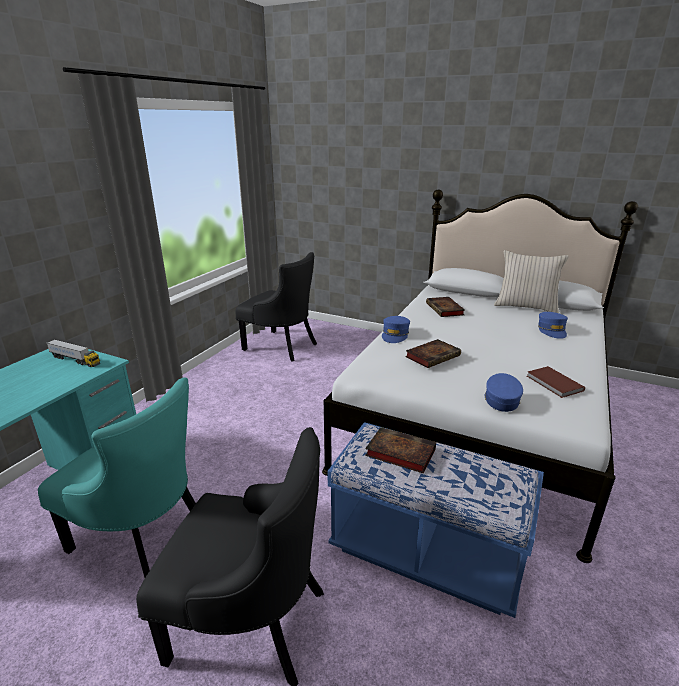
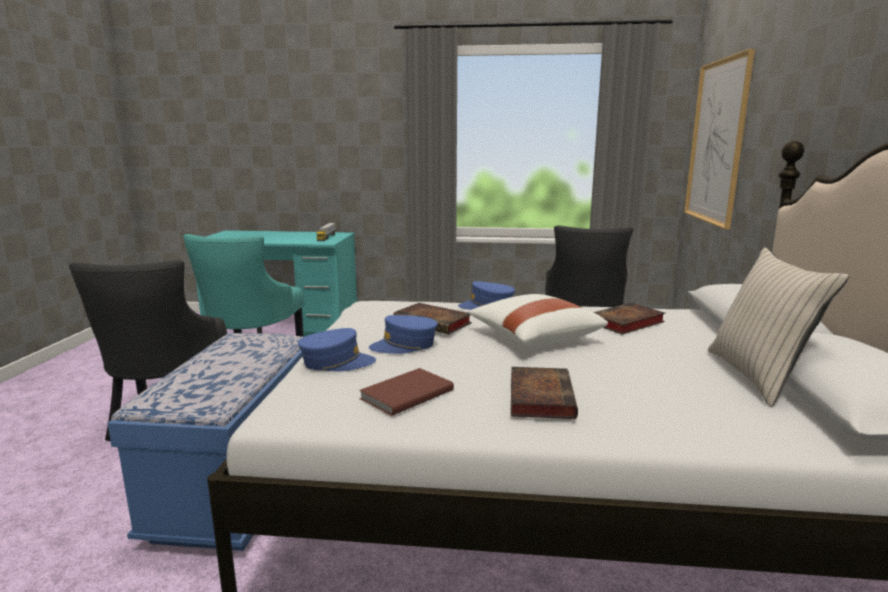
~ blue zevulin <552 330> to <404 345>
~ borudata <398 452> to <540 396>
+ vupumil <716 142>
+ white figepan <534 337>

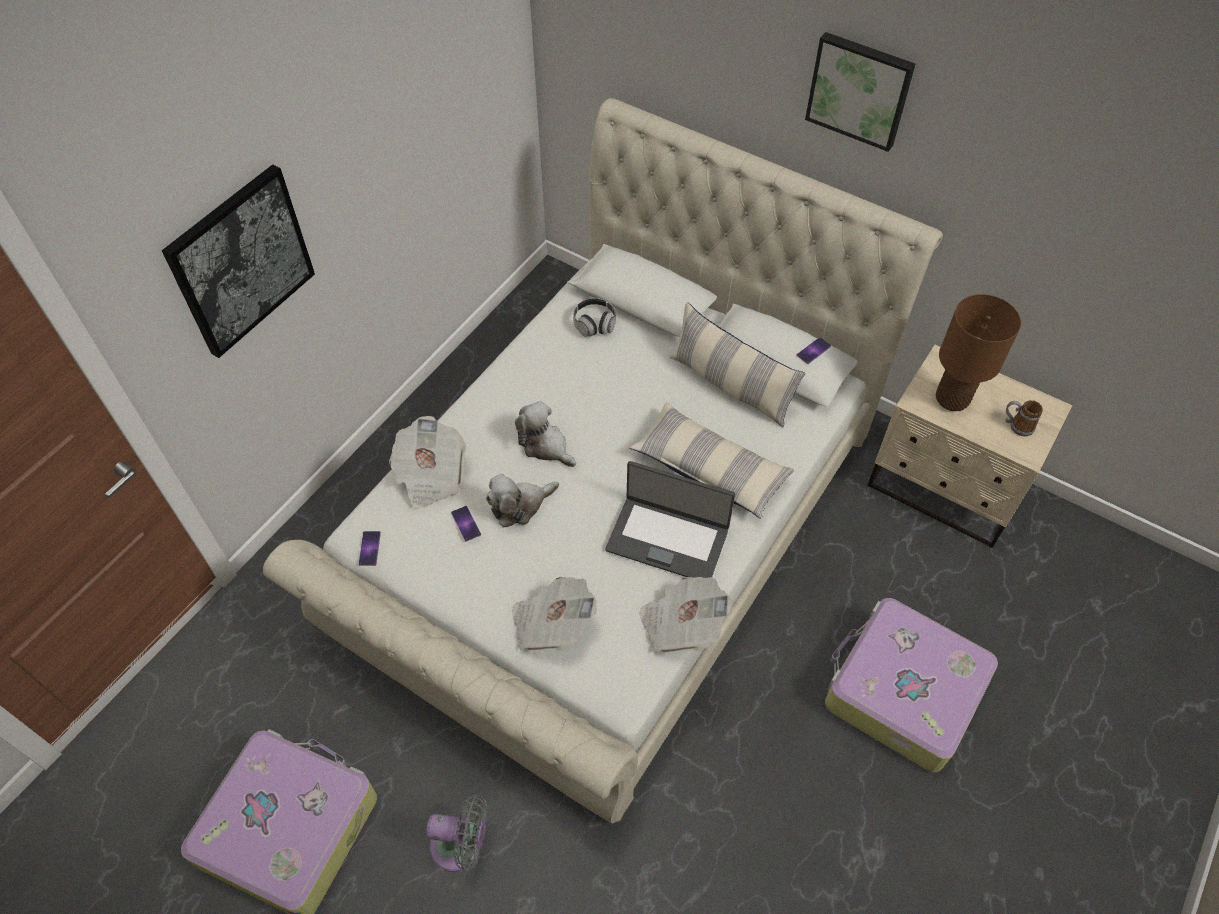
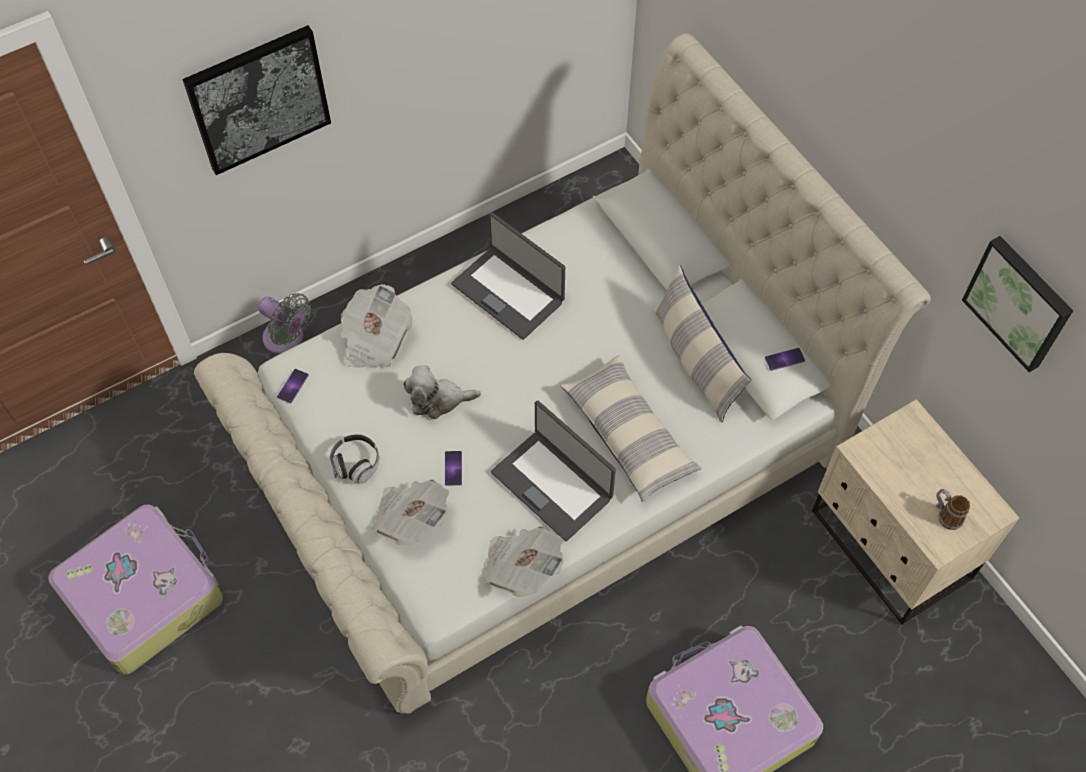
~ vupumil <860 90> to <1019 302>
- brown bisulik <950 401>
~ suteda <594 324> to <356 464>
- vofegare <545 445>
~ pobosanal <466 523> to <453 468>
~ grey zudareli <461 846> to <287 339>
+ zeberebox <509 292>

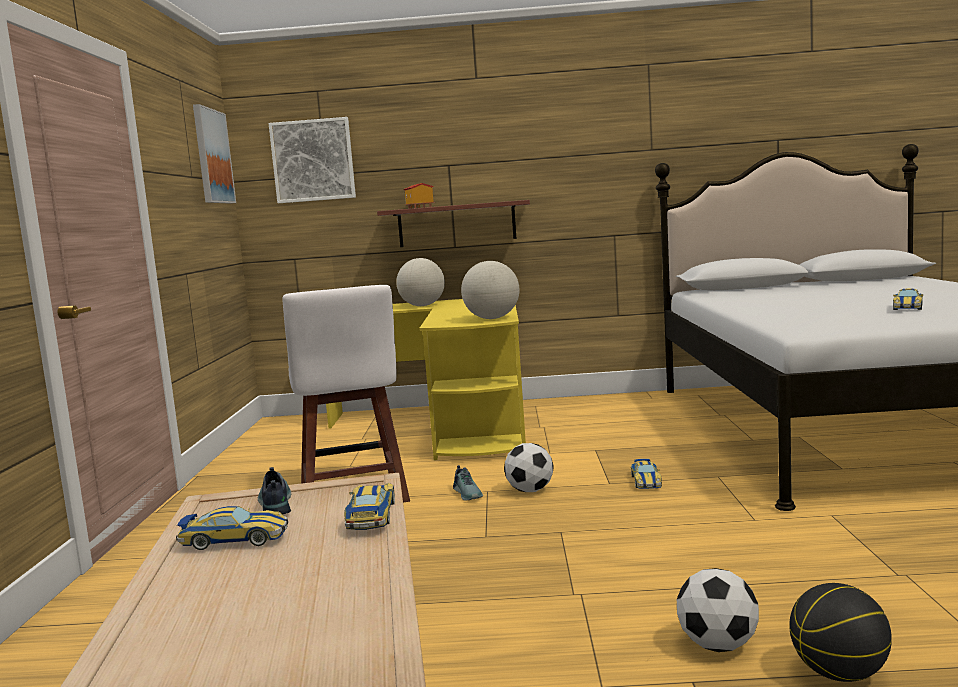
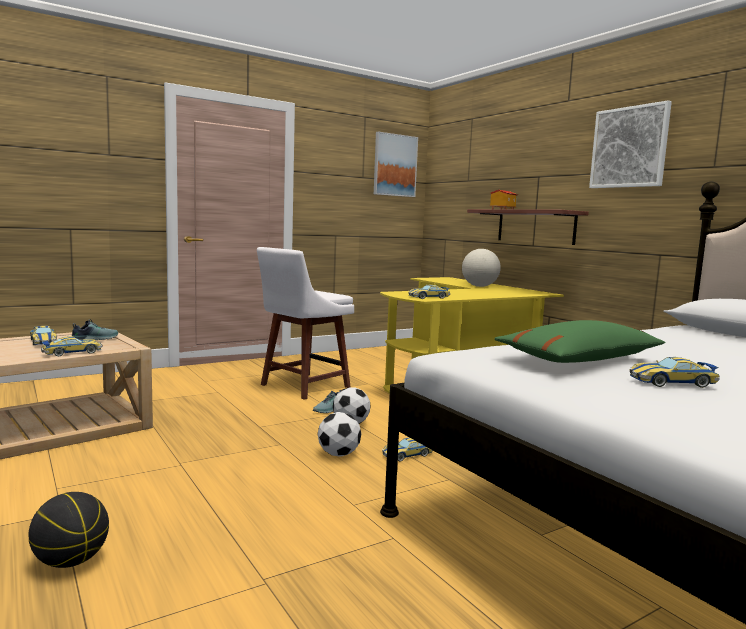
~ vupumil <313 160> to <629 147>
~ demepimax <492 318> to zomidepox <428 297>
~ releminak <718 645> to <338 454>
+ green figepan <580 359>

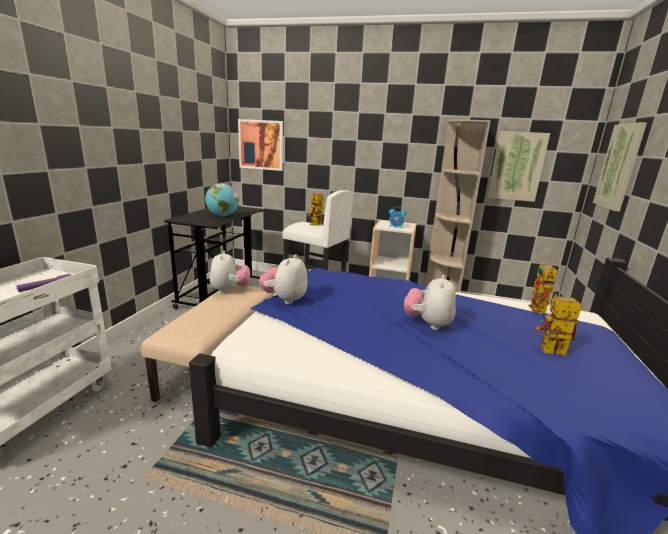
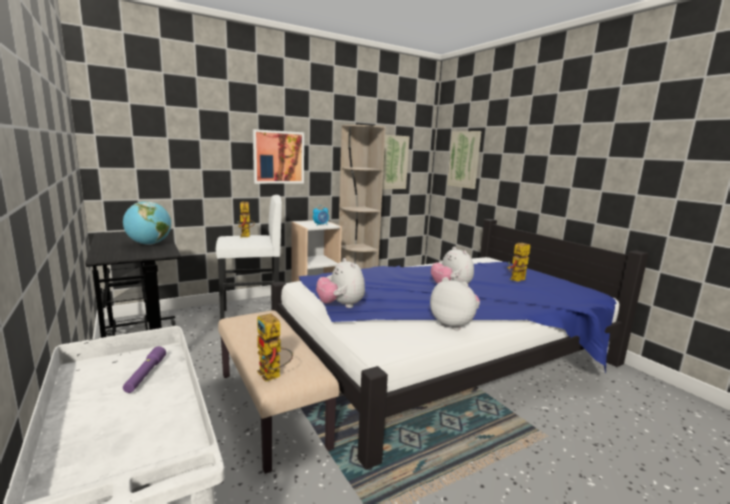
~ vupumil <261 145> to <278 157>
~ vofegare <230 290> to <453 324>
~ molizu <540 311> to <273 376>

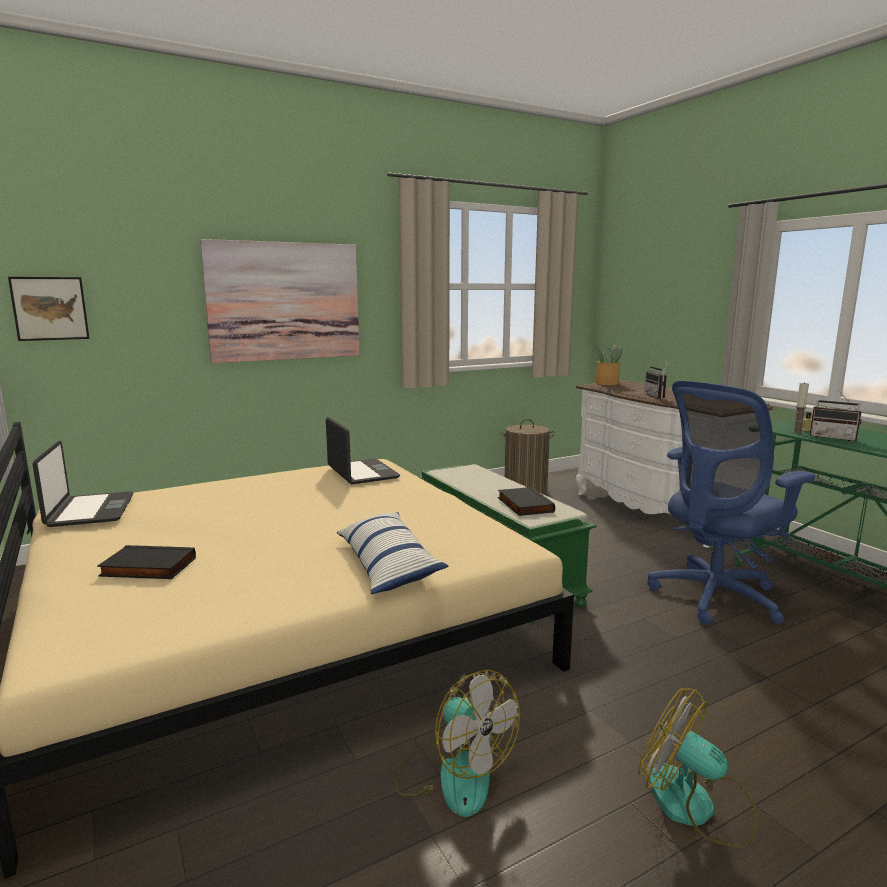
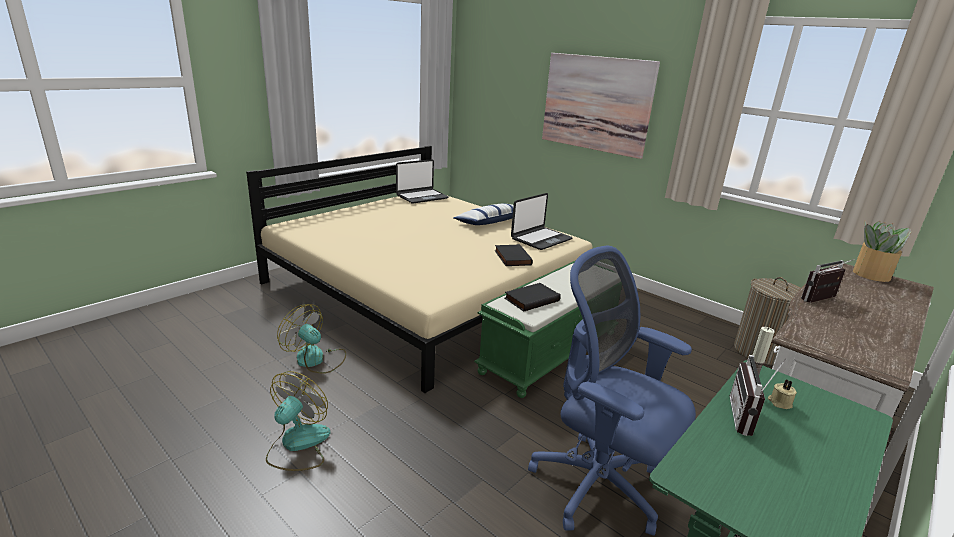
- vupumil <50 308>
~ figepan <387 565> to <490 222>
~ black borudata <147 568> to <511 258>
~ zudareli <453 774> = <316 360> 90 degrees clockwise

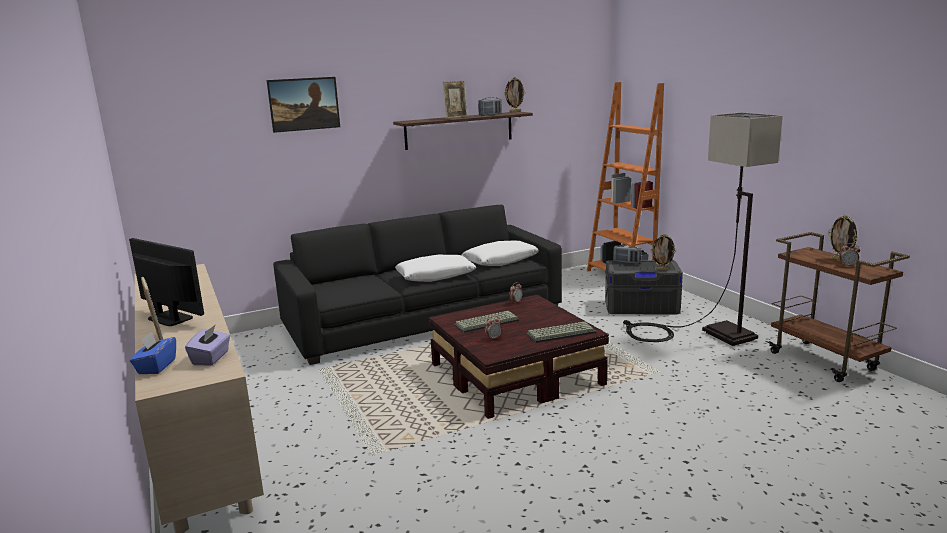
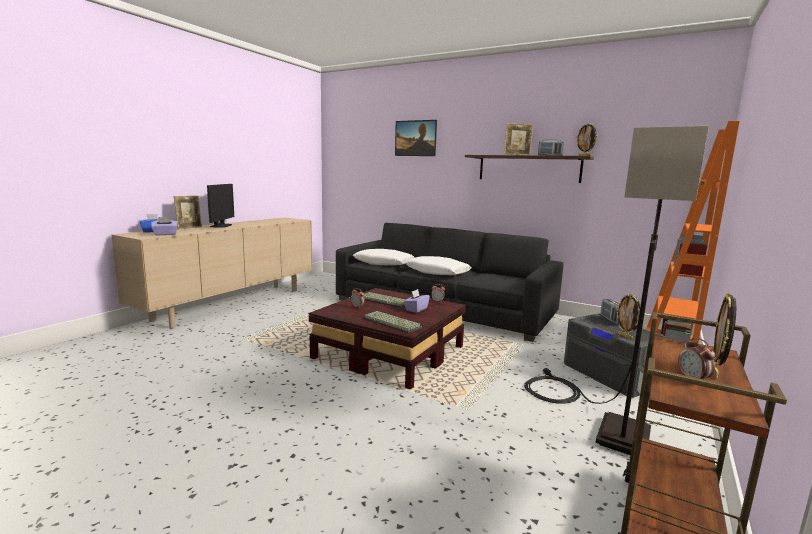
~ white figepan <501 261> to <383 263>
+ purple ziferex <416 309>

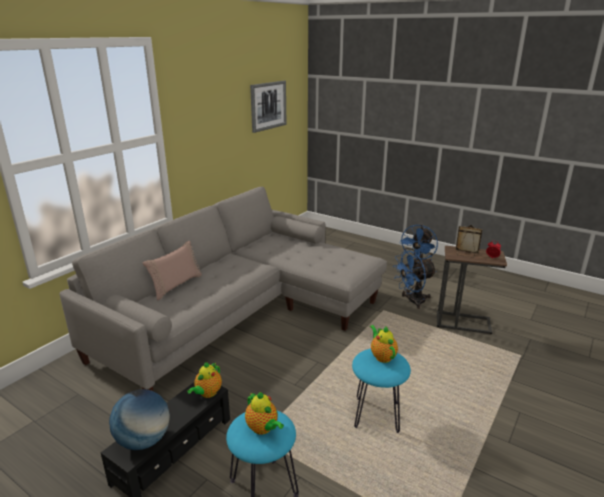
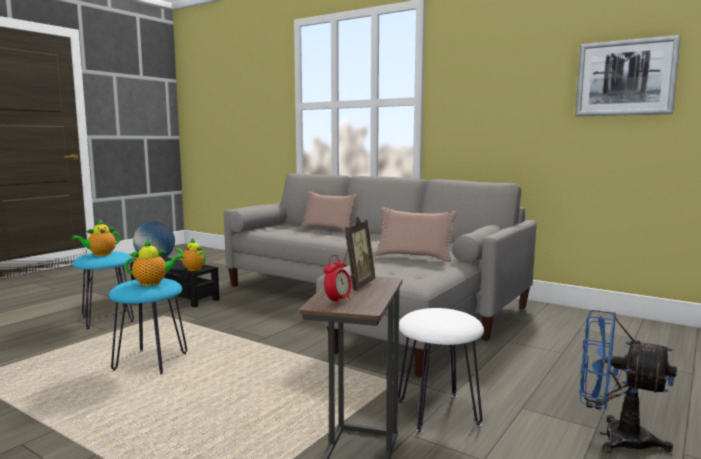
~ blue zudareli <412 301> to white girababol <437 413>
+ beige figepan <414 257>

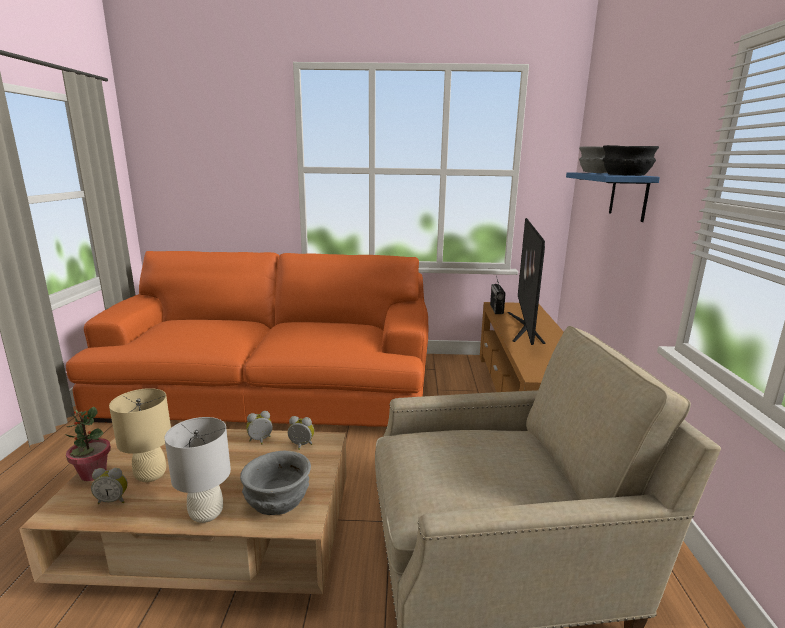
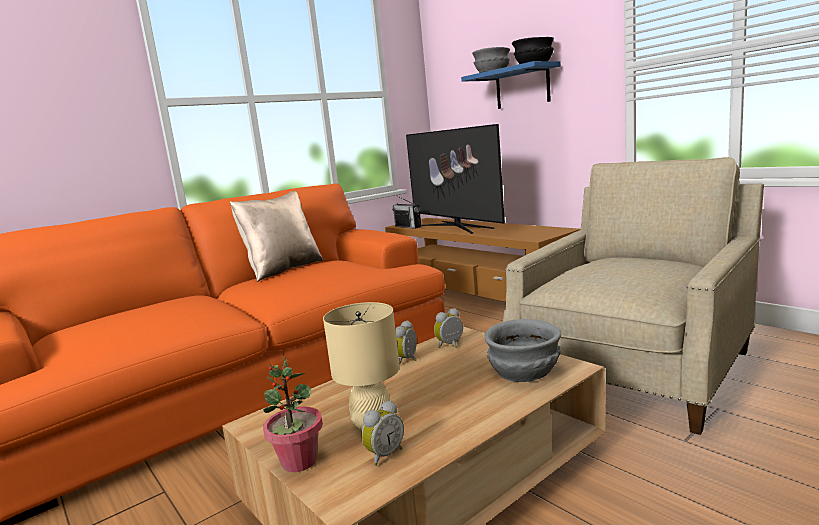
- grey bisulik <205 516>
+ beige figepan <283 270>

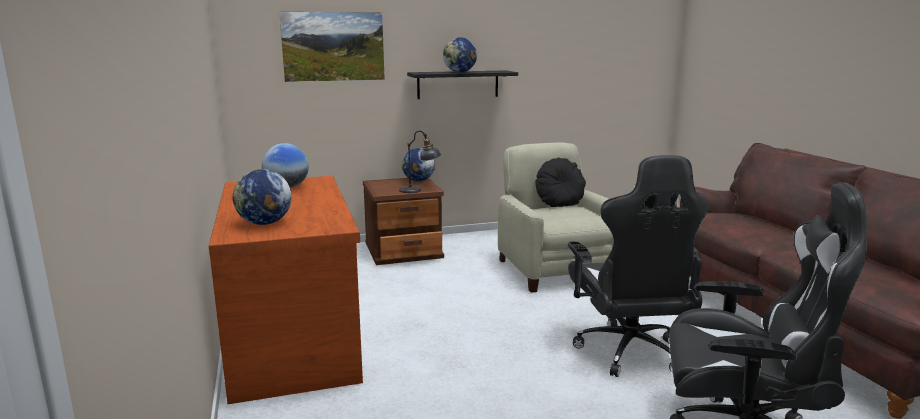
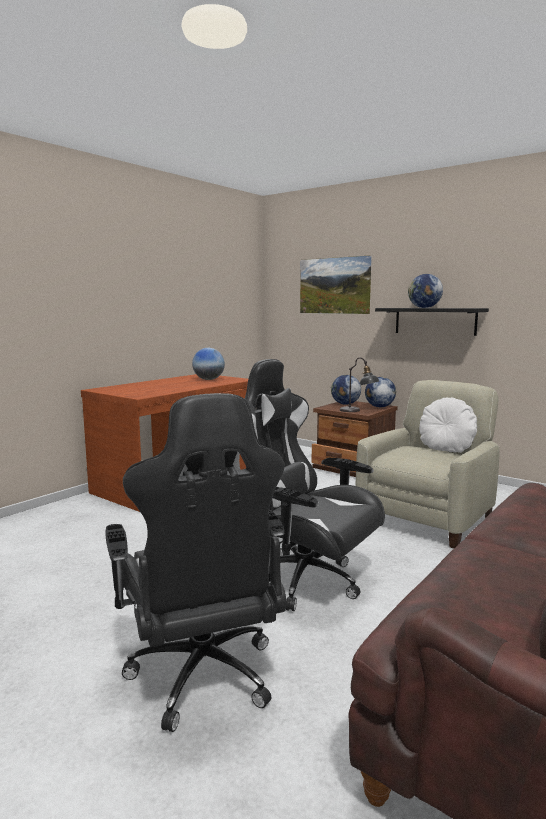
~ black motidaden <626 348> = <310 583> 75 degrees clockwise
~ black figepan <559 205> to white figepan <446 450>
~ demepimax <264 223> to <345 404>

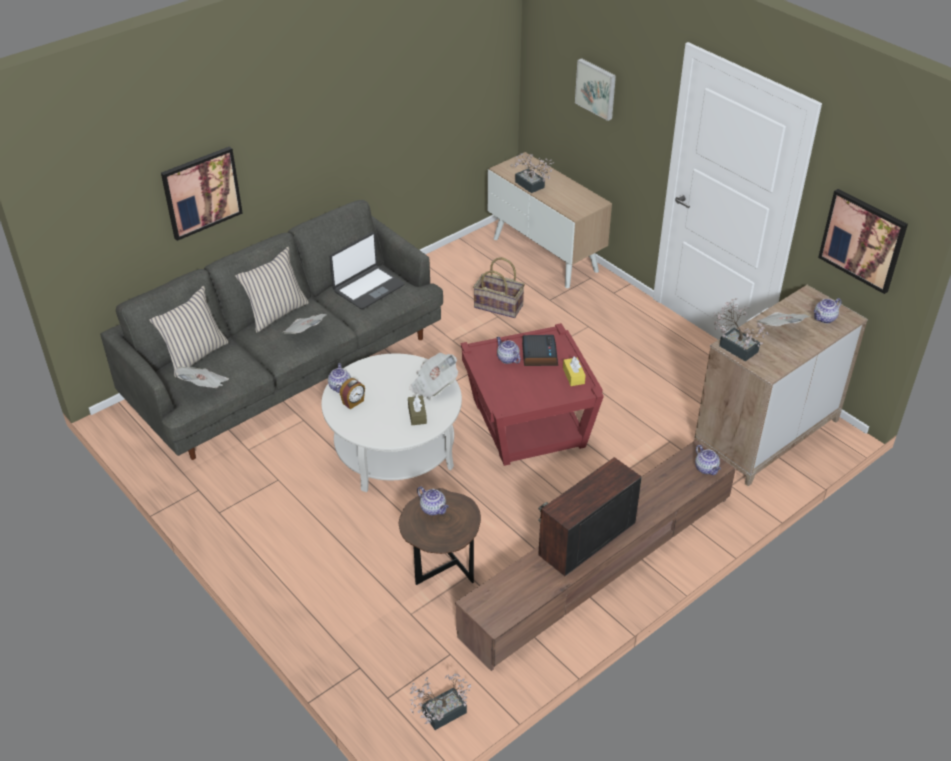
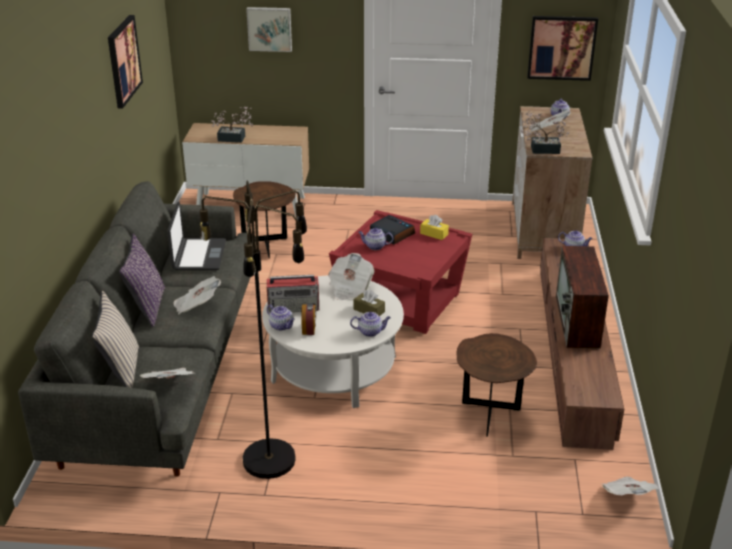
~ vupumil <201 192> to <123 61>
~ beige figepan <276 313> to purple figepan <147 307>
~ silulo <499 306> to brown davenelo <267 247>
~ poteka <433 509> to <370 332>
~ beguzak <439 714> to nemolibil <627 497>
+ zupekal <270 460>
+ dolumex <294 307>

